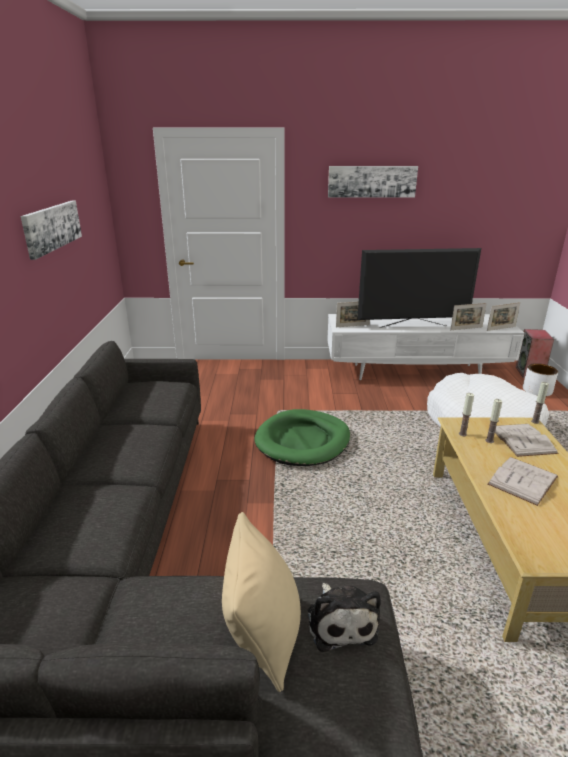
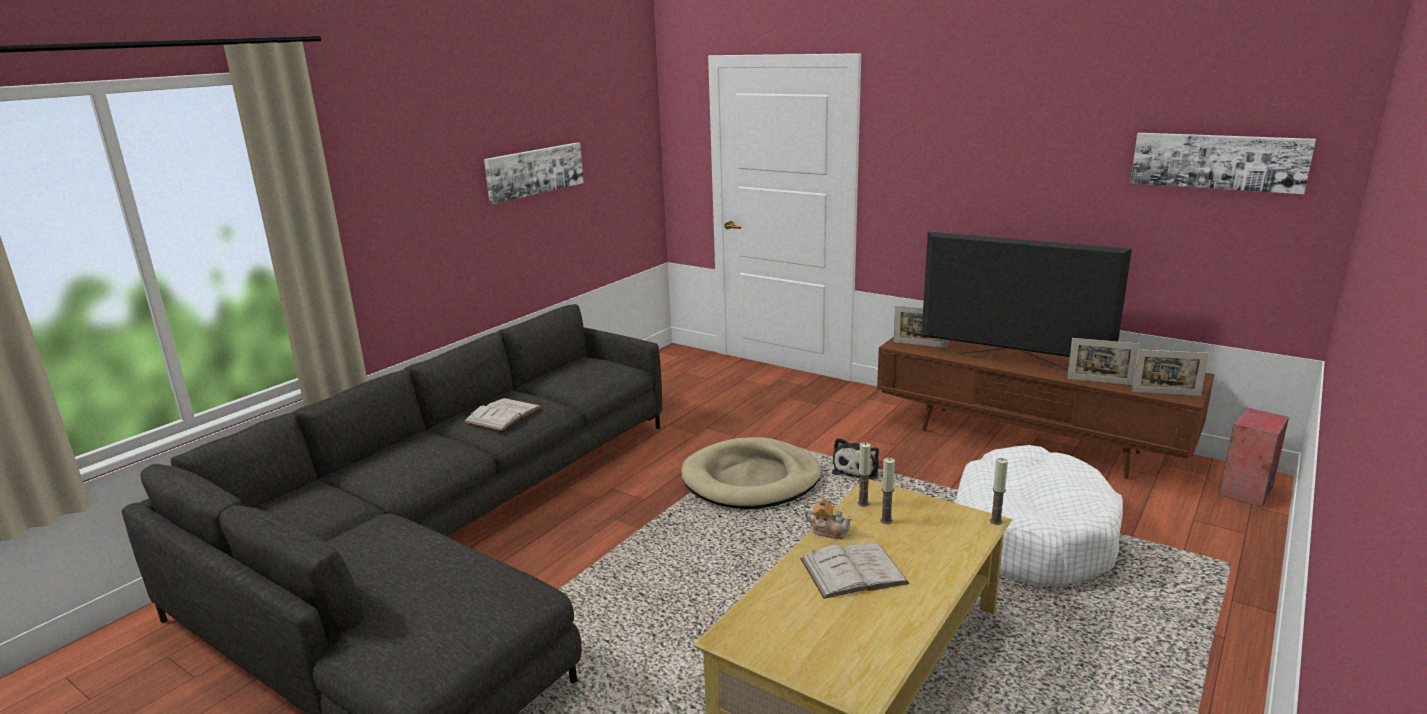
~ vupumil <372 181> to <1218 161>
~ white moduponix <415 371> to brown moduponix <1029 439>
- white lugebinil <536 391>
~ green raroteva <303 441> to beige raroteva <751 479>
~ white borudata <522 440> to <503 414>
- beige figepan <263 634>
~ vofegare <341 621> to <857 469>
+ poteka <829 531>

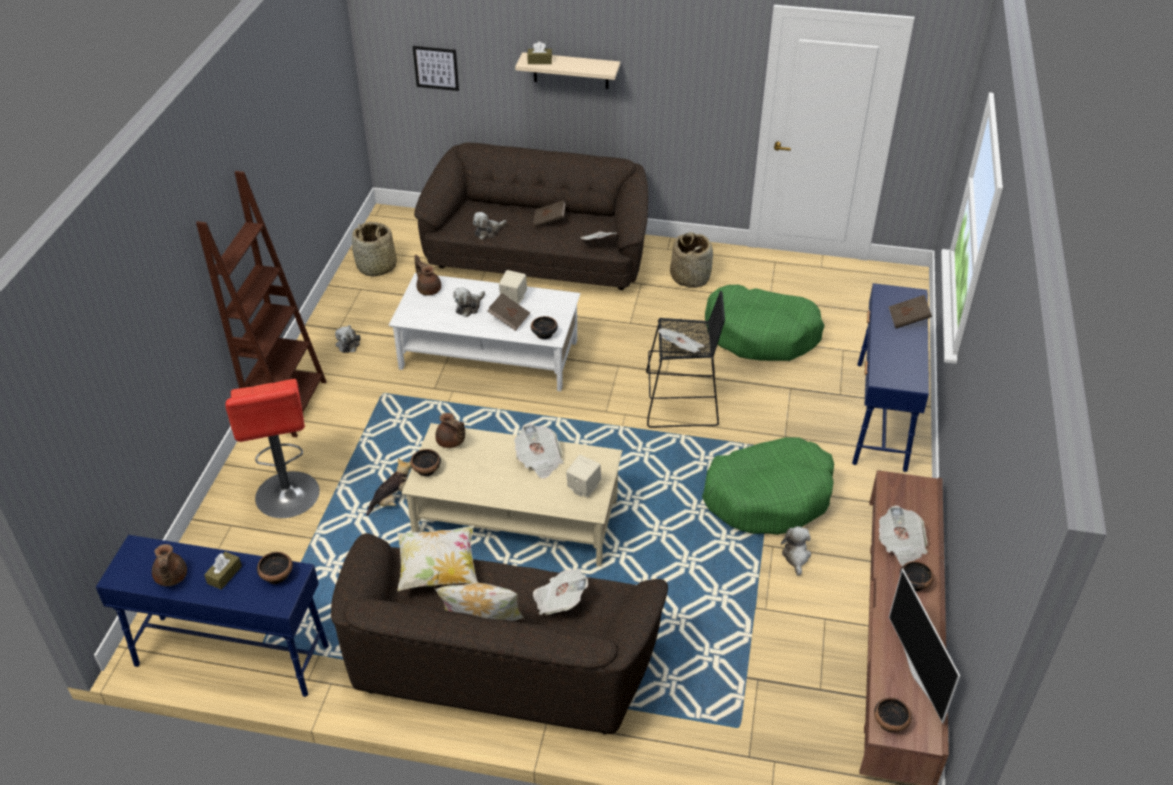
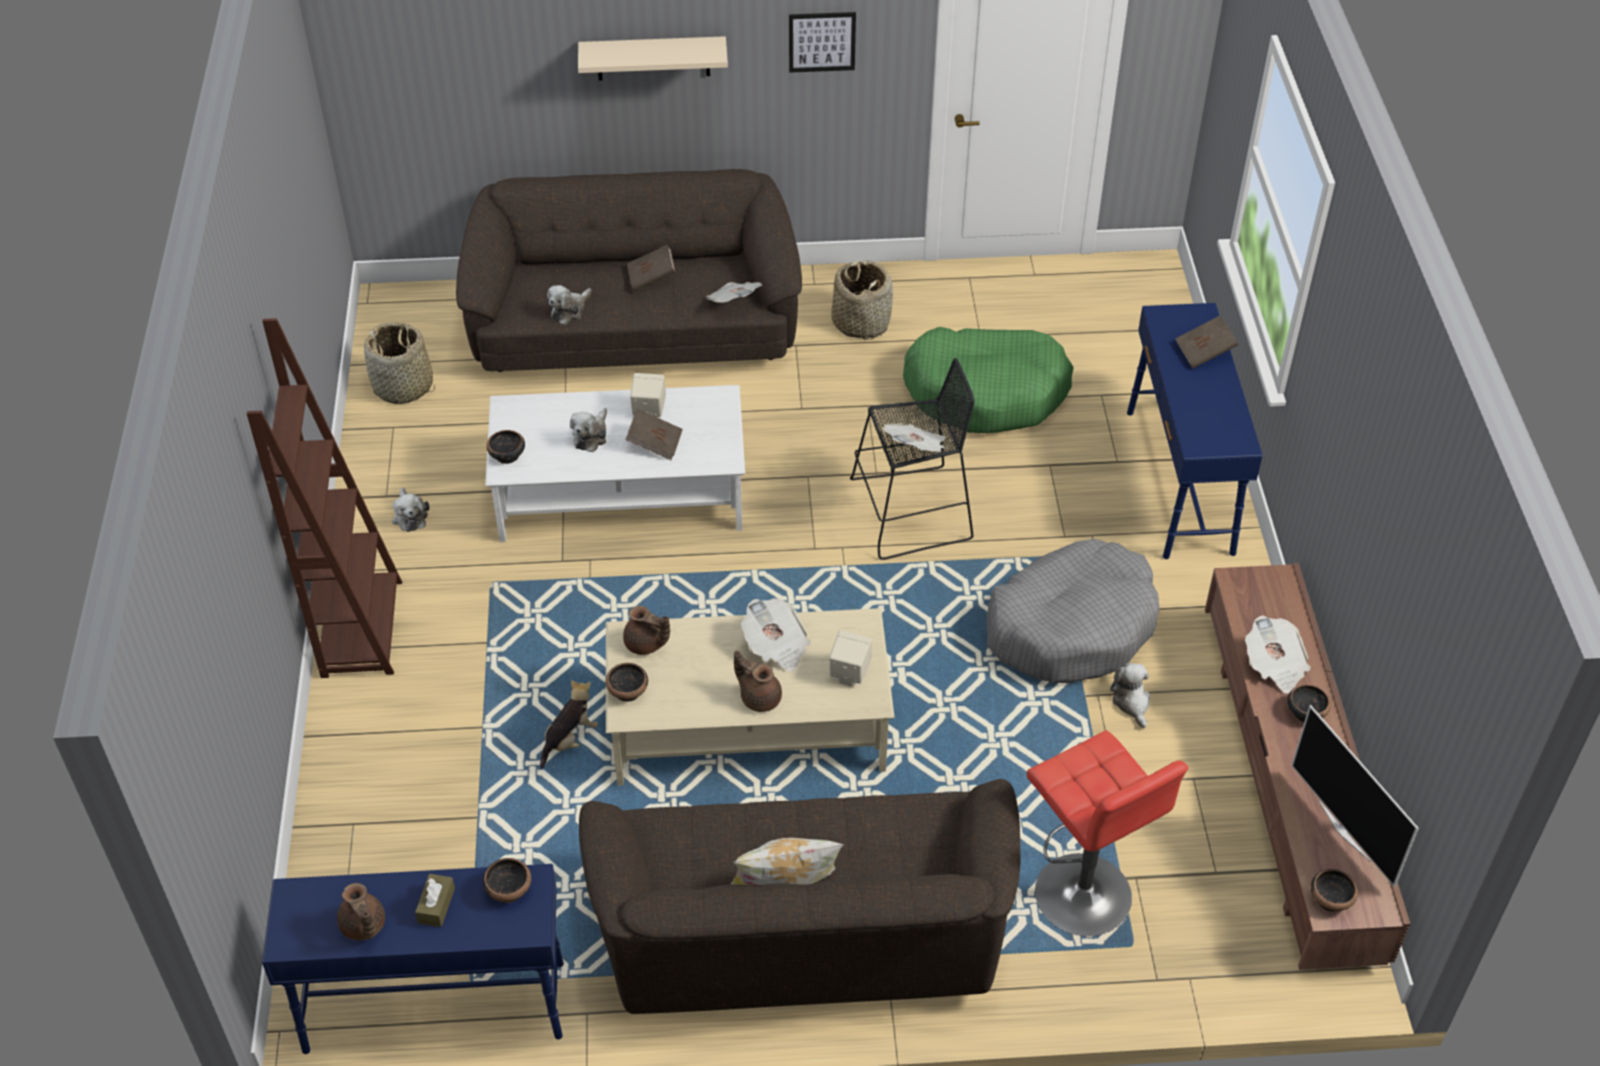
- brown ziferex <539 61>
~ vupumil <436 68> to <822 41>
~ brown poteka <428 289> to <759 697>
~ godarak <544 334> to <507 456>
~ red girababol <287 495> to <1083 896>
~ green raroteva <769 496> to grey raroteva <1071 626>
- figepan <438 570>
- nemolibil <559 601>

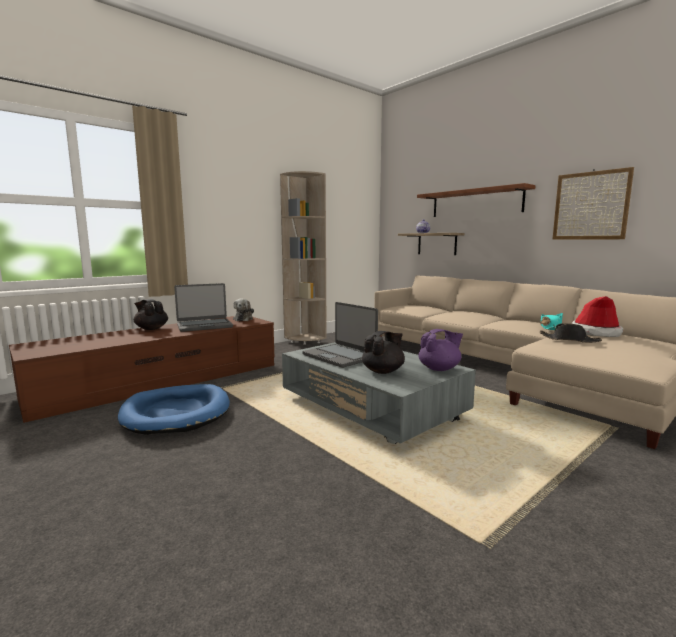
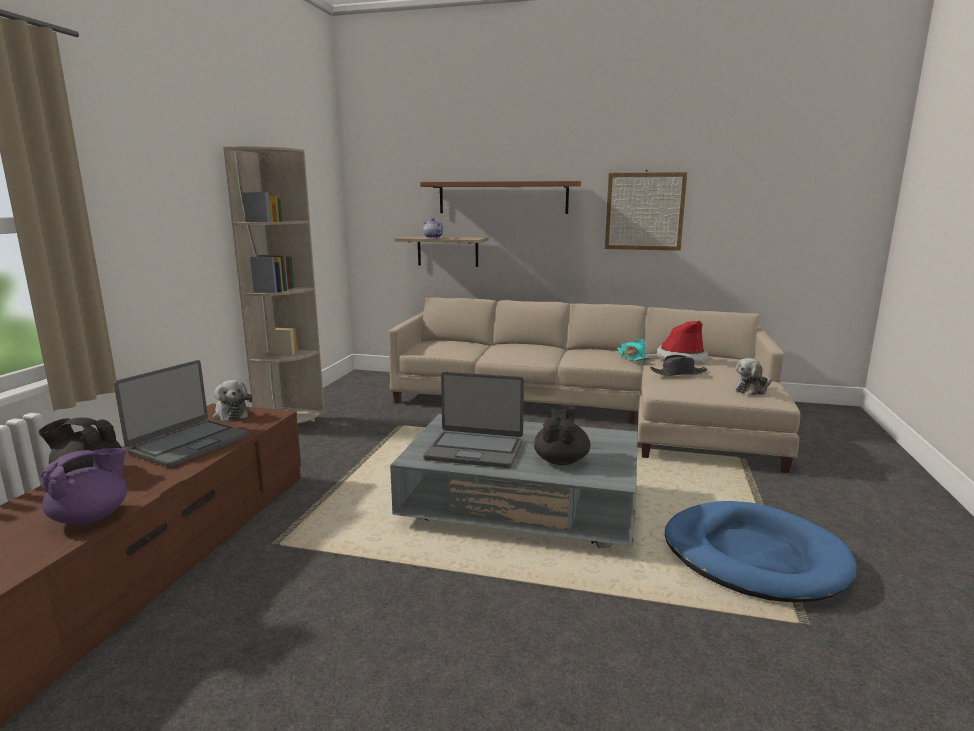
~ purple poteka <439 369> to <92 517>
~ blue raroteva <176 413> to <753 556>
+ vofegare <752 390>

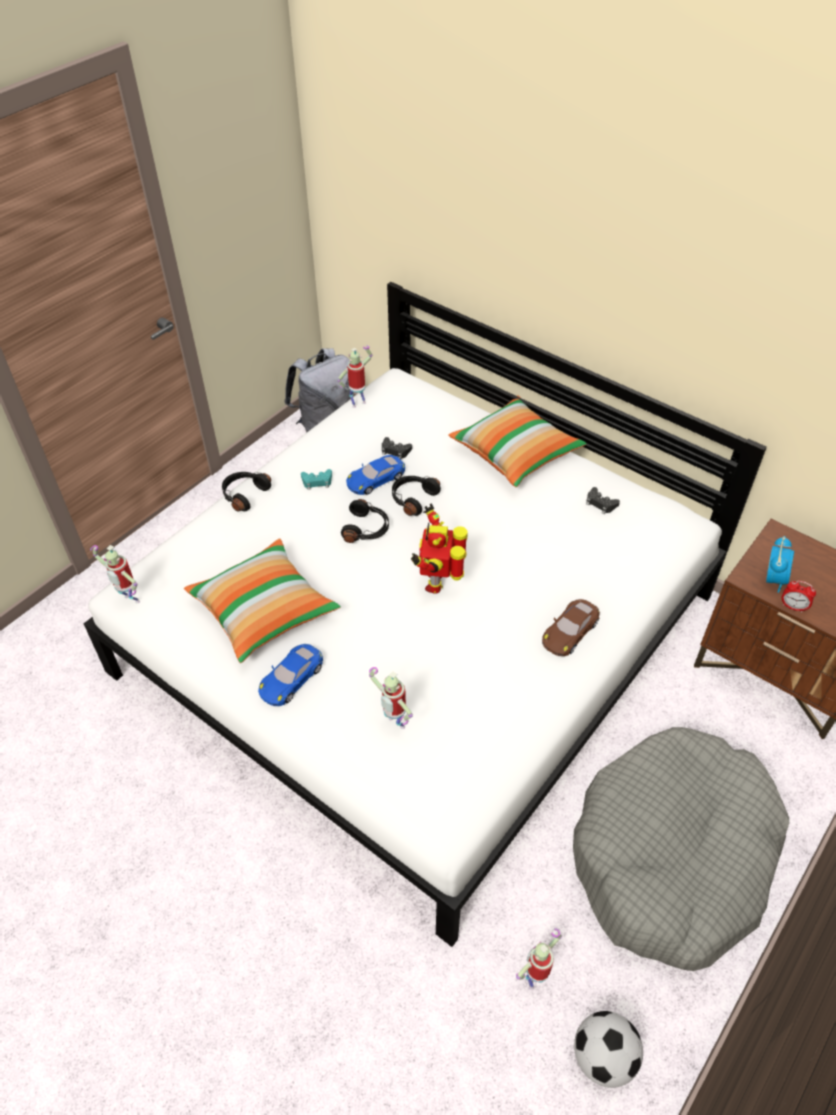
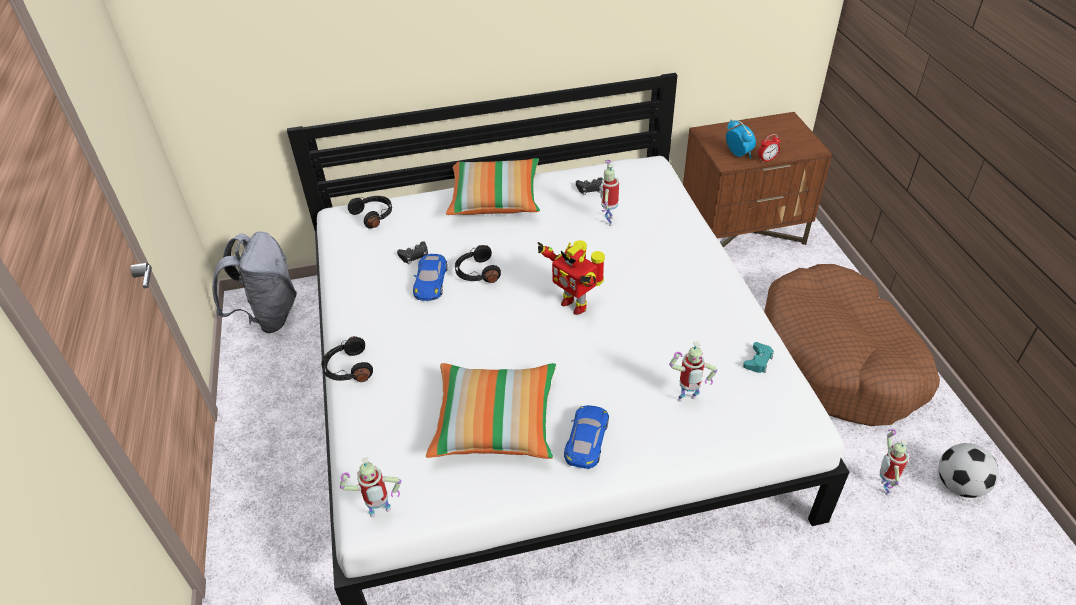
~ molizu <358 403> to <608 221>
~ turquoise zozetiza <317 481> to <758 361>
~ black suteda <367 529> to <374 215>
- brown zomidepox <570 631>
~ blue zomidepox <291 678> = <586 440> 150 degrees counterclockwise
~ grey raroteva <673 856> to brown raroteva <838 360>

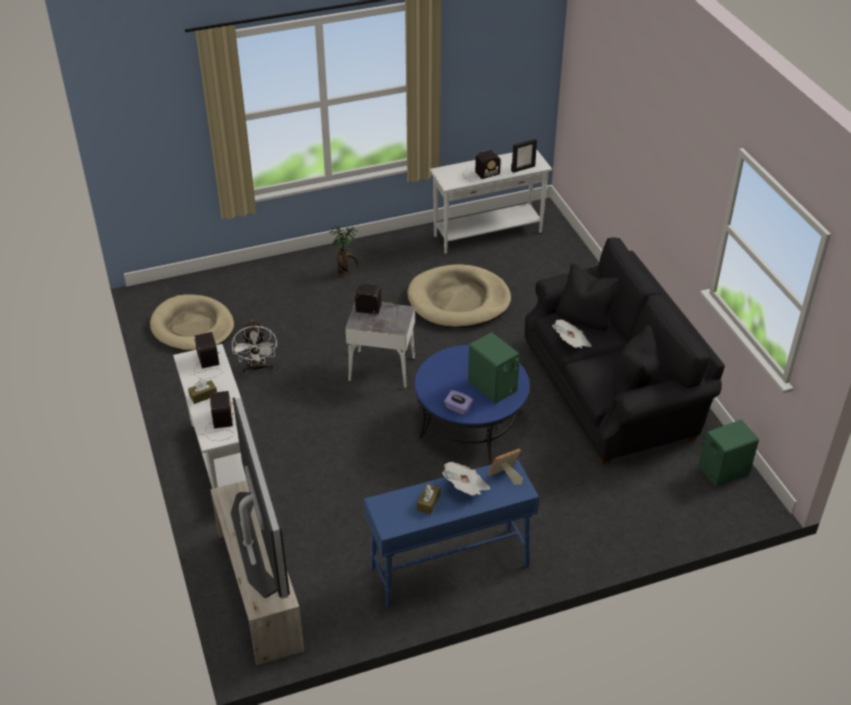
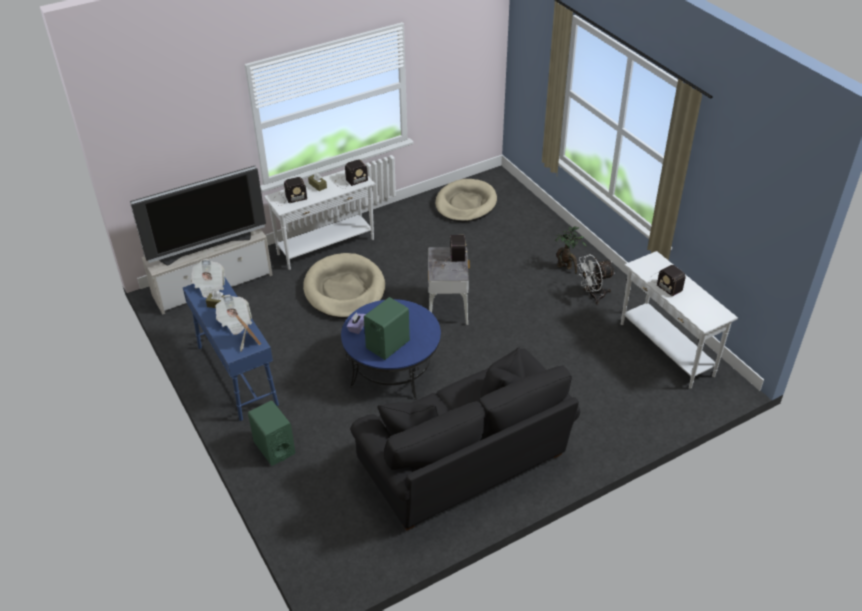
- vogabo <523 168>
~ beige raroteva <458 301> to <345 290>
~ nemolibil <571 343> to <209 285>
~ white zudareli <257 368> to <593 295>
~ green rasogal <723 471> to <274 448>

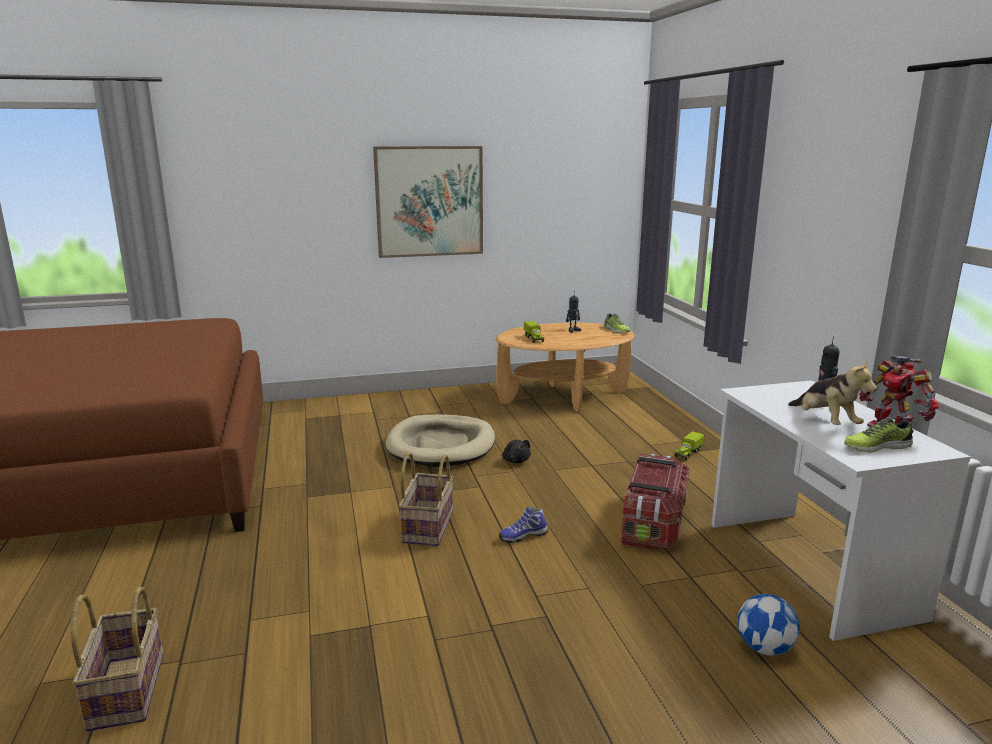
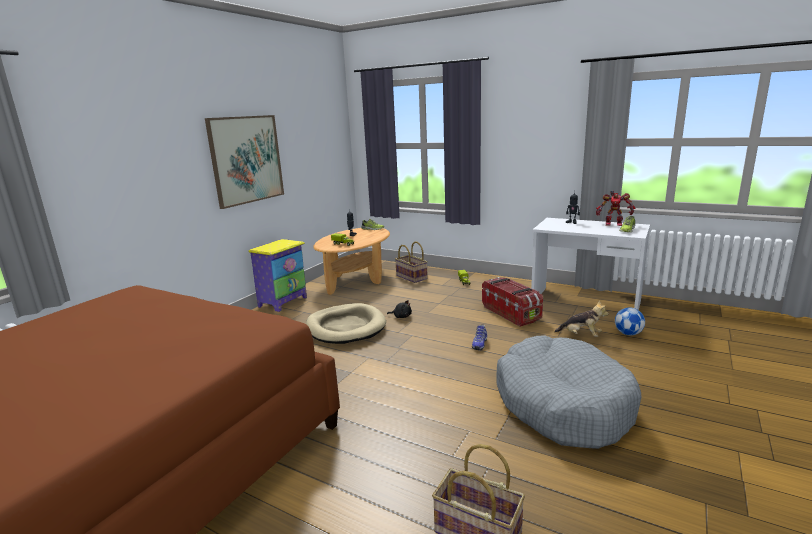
~ vofegare <825 422> to <581 335>
~ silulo <427 526> to <411 277>
+ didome <285 302>
+ grey raroteva <562 404>

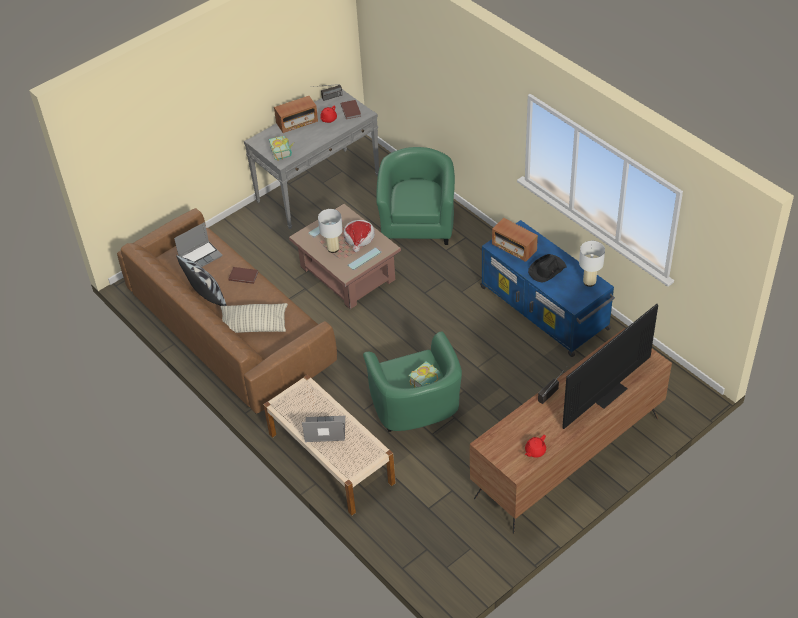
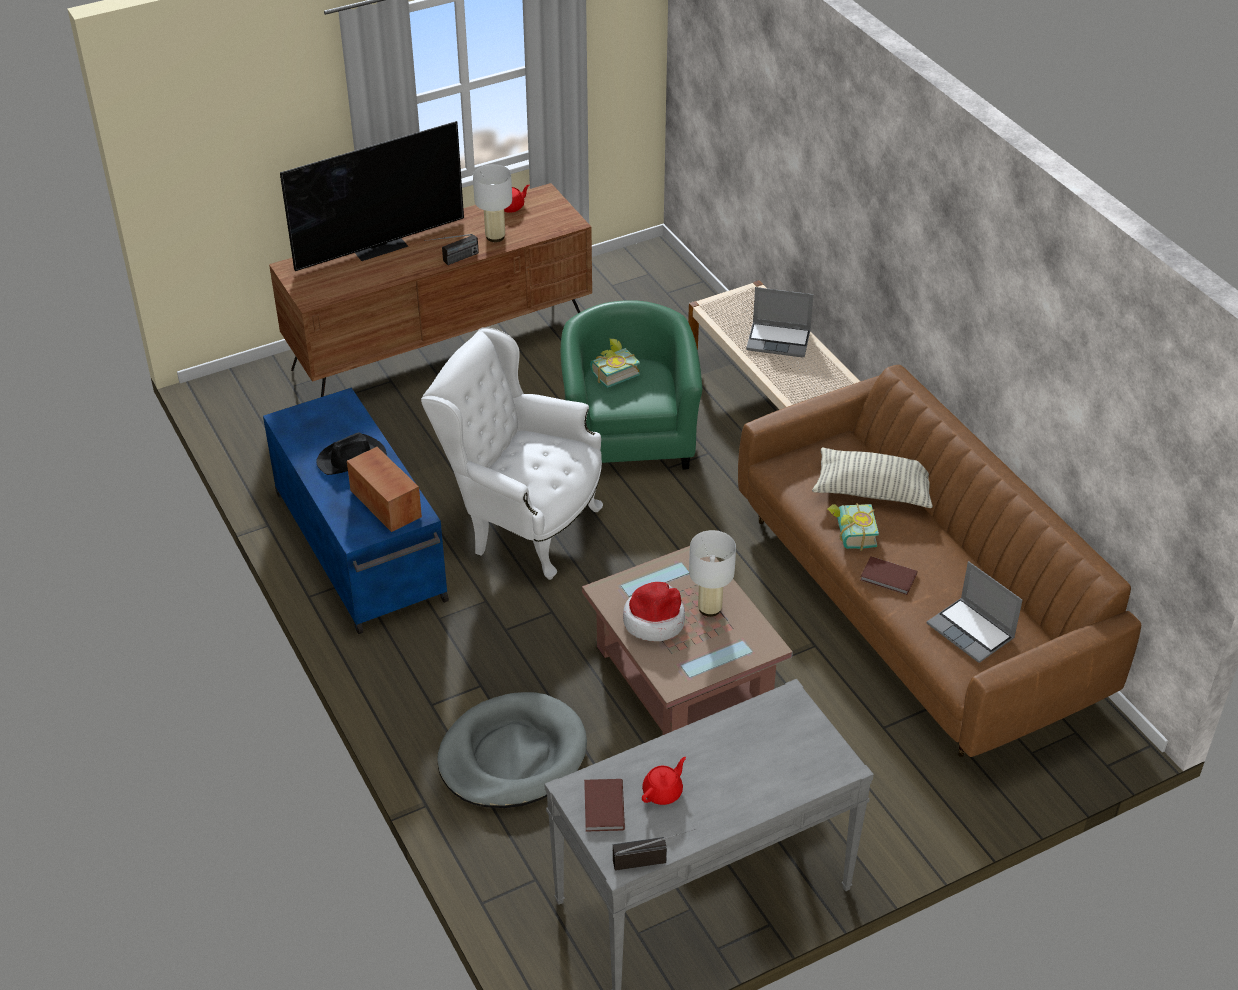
- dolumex <297 123>
~ borudata <283 151> to <850 535>
~ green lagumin <418 223> to grey raroteva <512 755>
~ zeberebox <200 256> = <972 631> 105 degrees counterclockwise
~ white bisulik <589 282> to <495 237>
- figepan <206 297>
+ white lagumin <524 527>

